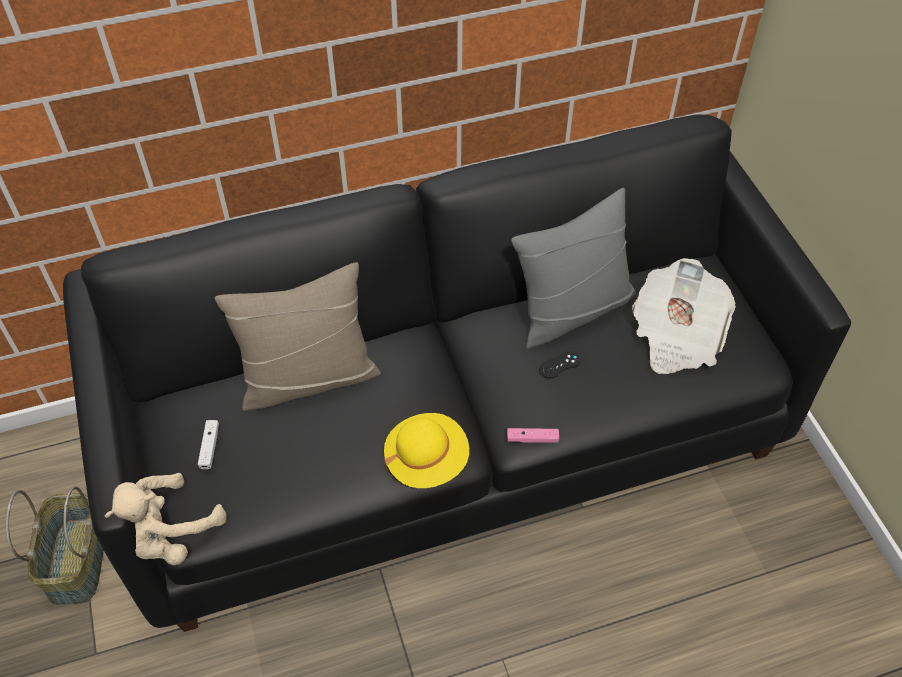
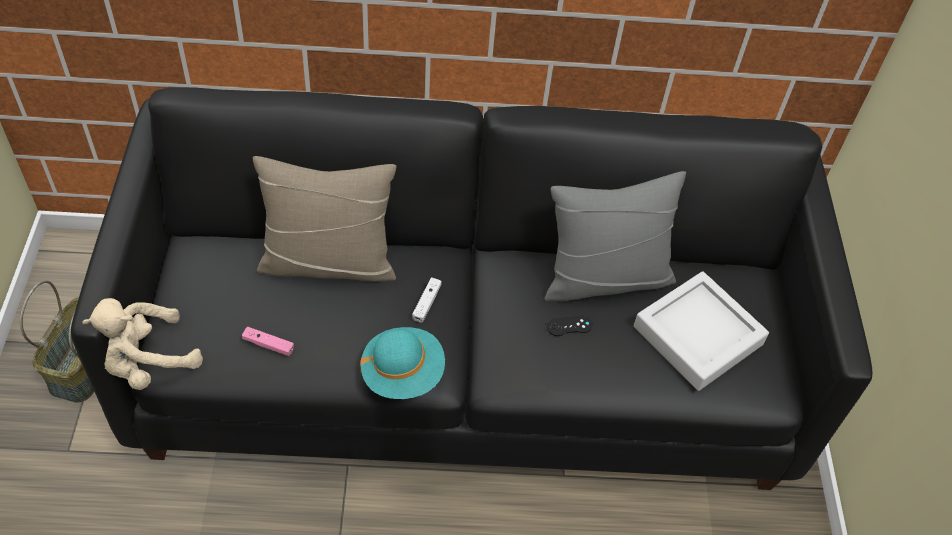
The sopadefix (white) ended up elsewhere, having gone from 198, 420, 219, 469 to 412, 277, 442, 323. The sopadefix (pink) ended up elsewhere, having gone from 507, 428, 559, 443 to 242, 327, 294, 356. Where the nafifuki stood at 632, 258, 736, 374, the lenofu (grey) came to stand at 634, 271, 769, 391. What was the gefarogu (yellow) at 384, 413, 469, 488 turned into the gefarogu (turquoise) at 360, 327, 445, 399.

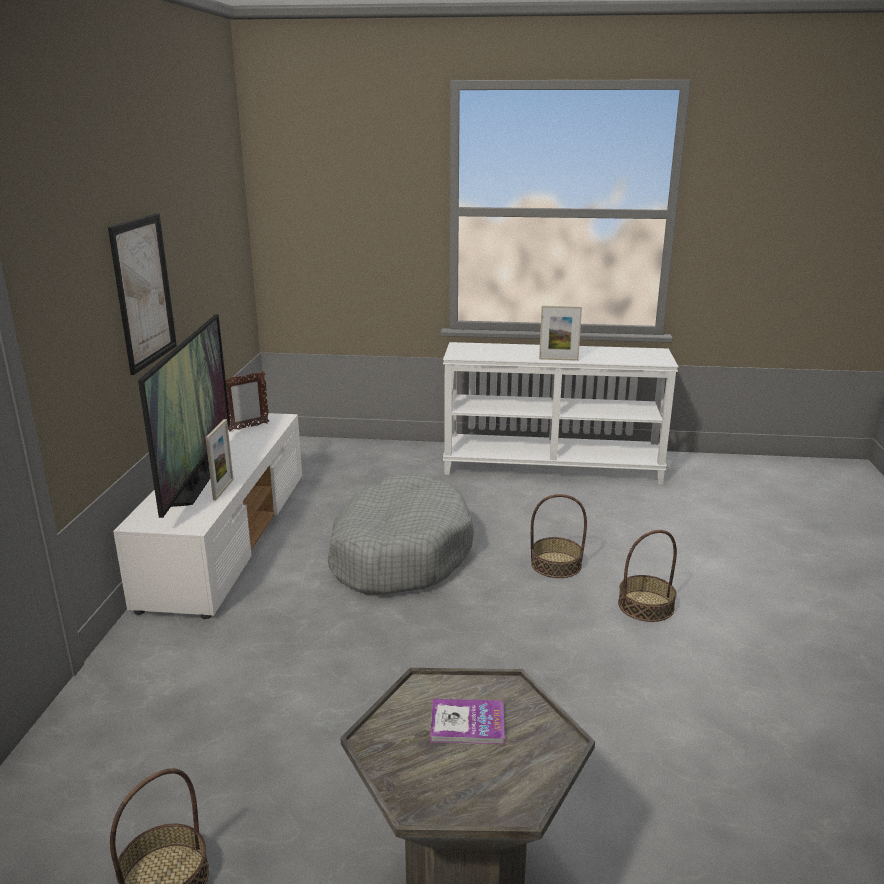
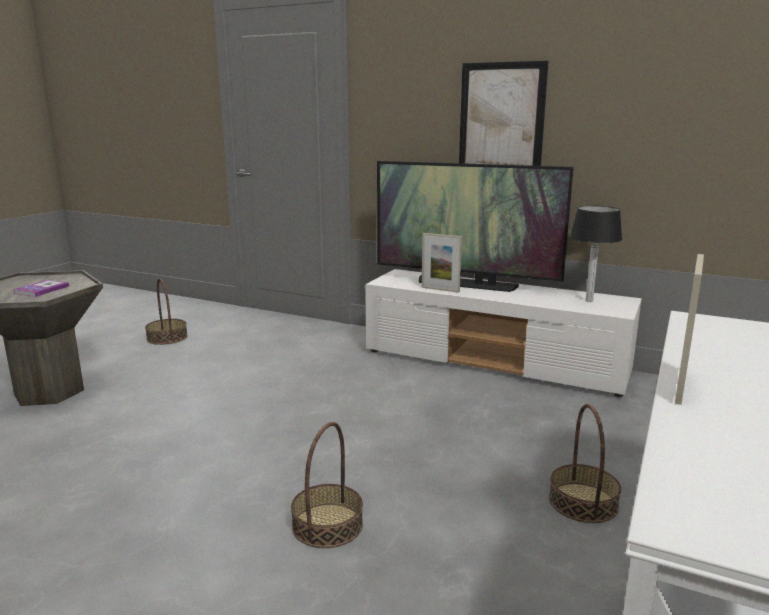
The second view lost the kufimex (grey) at 328, 473, 474, 595. The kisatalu ended up elsewhere, having gone from 618, 530, 677, 622 to 549, 404, 621, 523. Where the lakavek stood at 226, 371, 269, 431, the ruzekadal came to stand at 570, 206, 622, 302.

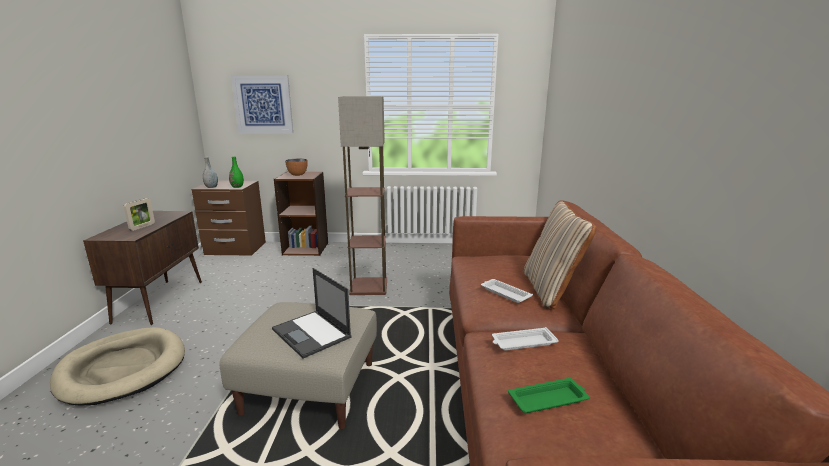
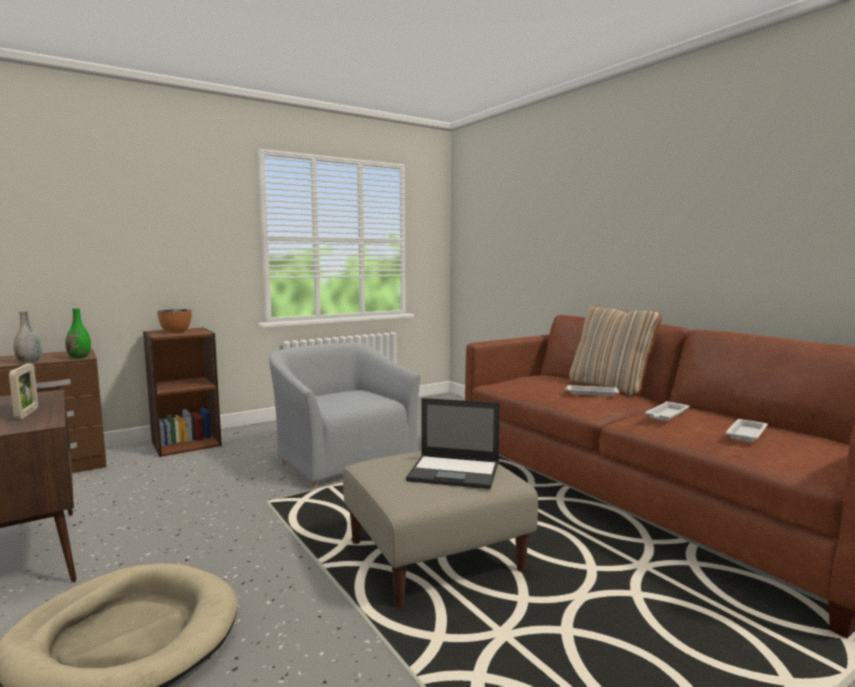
The second view lost the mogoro at 231, 75, 293, 133. Where the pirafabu stood at 338, 96, 387, 295, the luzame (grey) came to stand at 269, 342, 421, 487. What was the lenofu (green) at 508, 378, 590, 413 turned into the lenofu (white) at 725, 419, 768, 442.

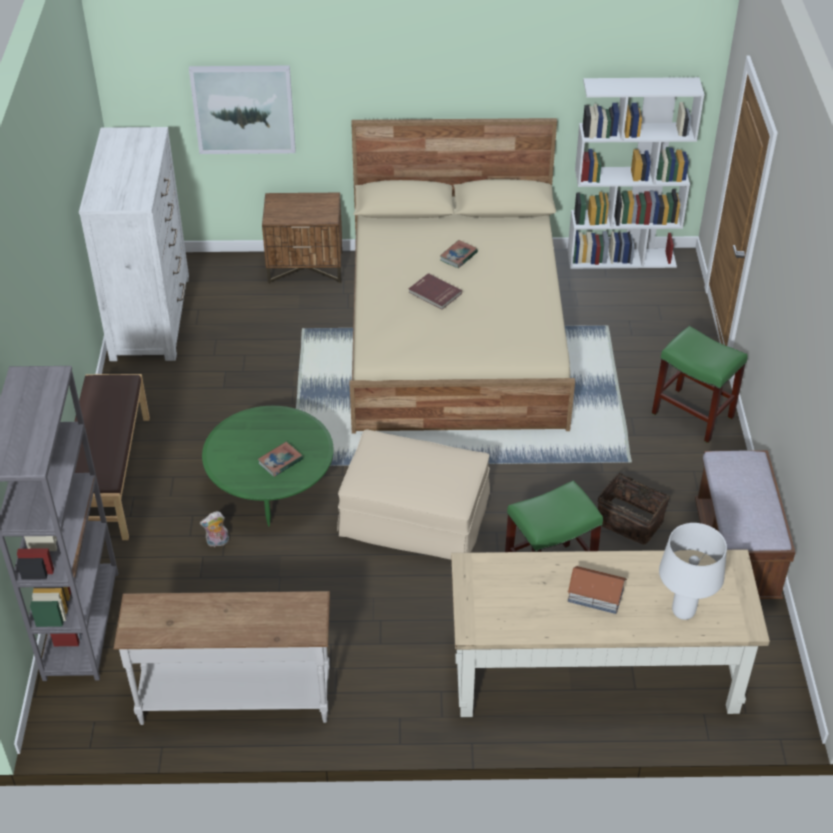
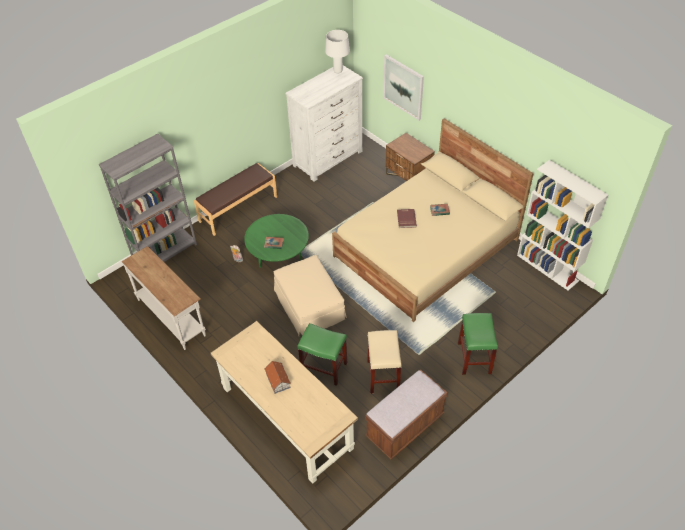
The ruzekadal (white) ended up elsewhere, having gone from 659, 523, 727, 620 to 325, 30, 350, 73. Where the kisatalu stood at 598, 473, 670, 544, the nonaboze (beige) came to stand at 367, 330, 402, 394.

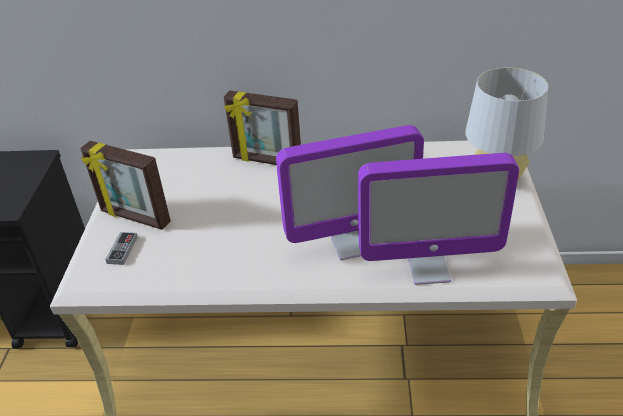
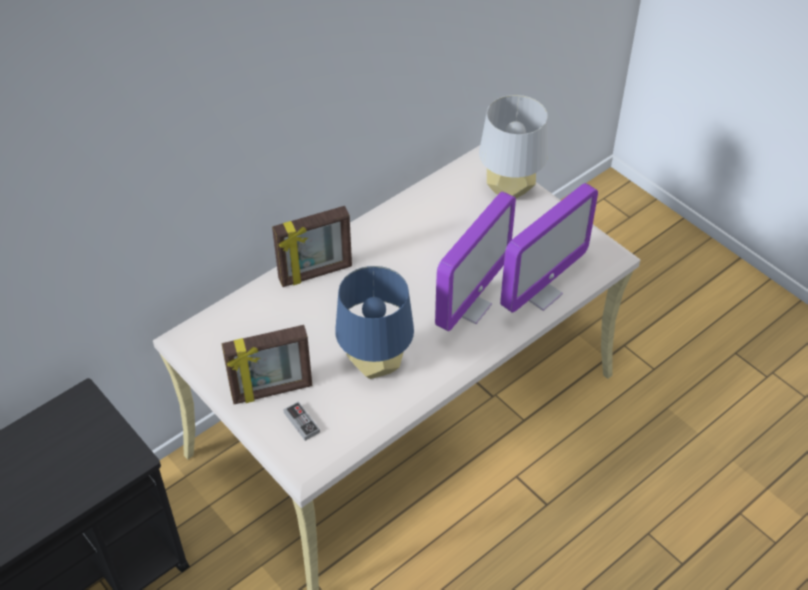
The second view gained the ruzekadal (blue) at 335, 266, 414, 379.

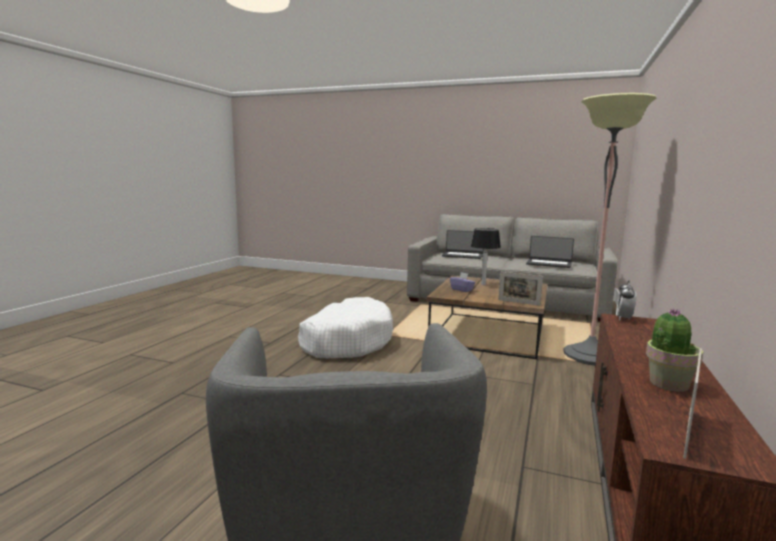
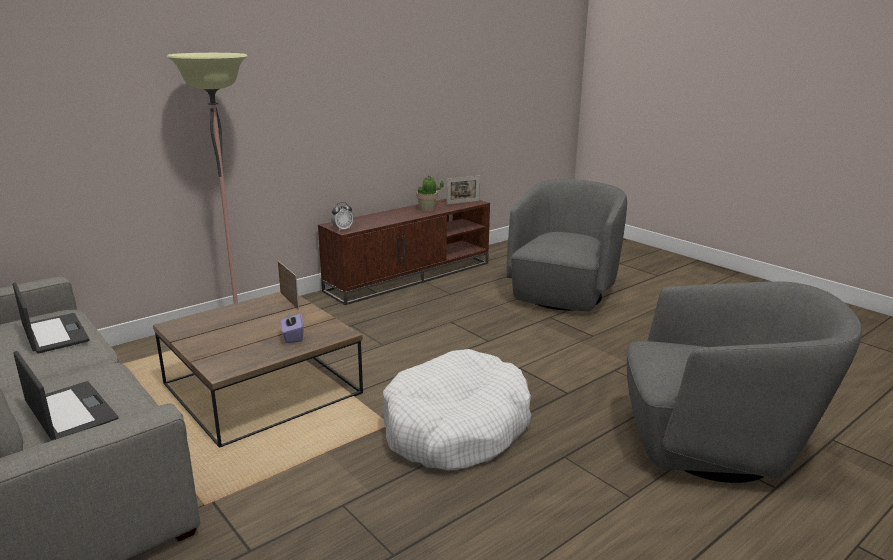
The second view lost the ruzekadal at 471, 228, 501, 285. The second view gained the luzame (grey) at 627, 281, 862, 483.

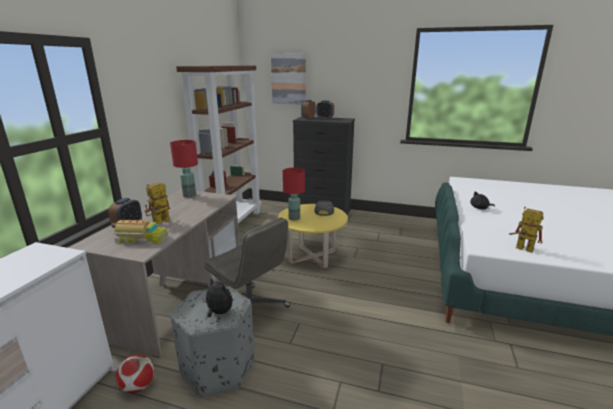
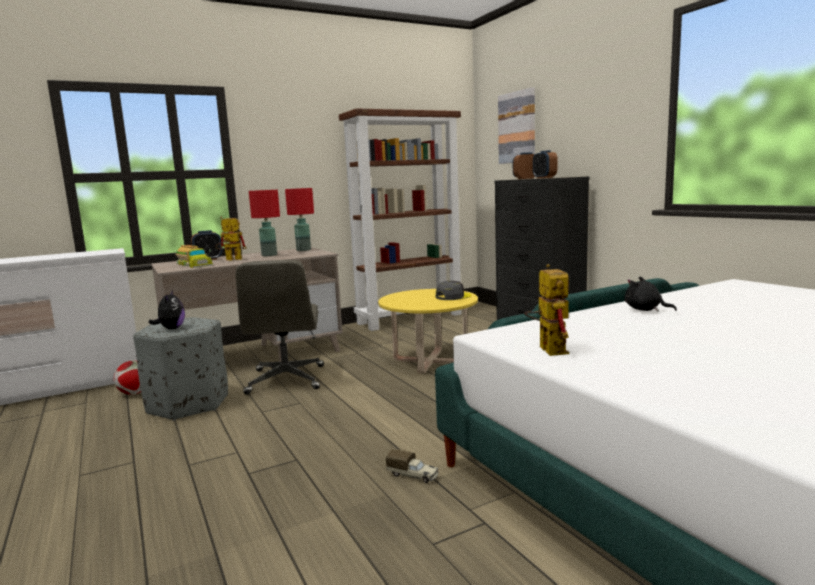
The second view gained the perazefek at 386, 449, 438, 483. The ruzekadal (red) ended up elsewhere, having gone from 283, 168, 305, 221 to 249, 190, 280, 256.

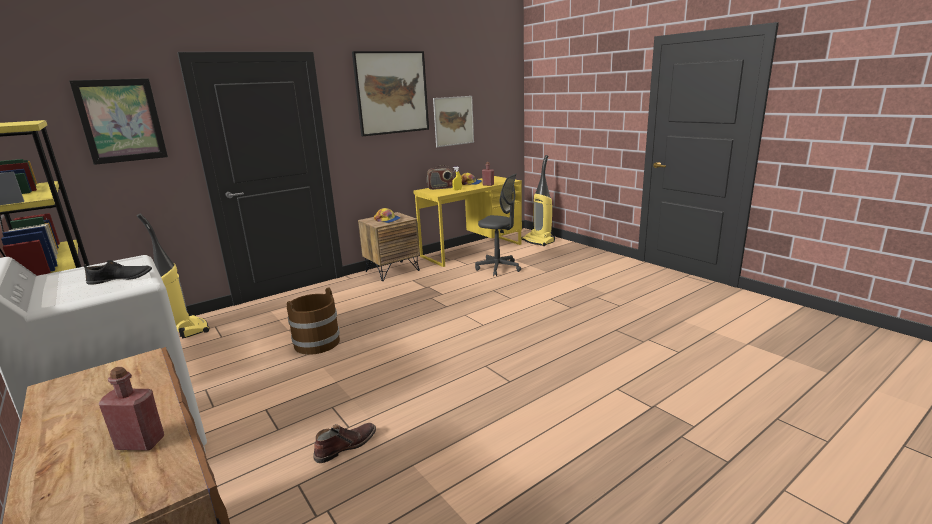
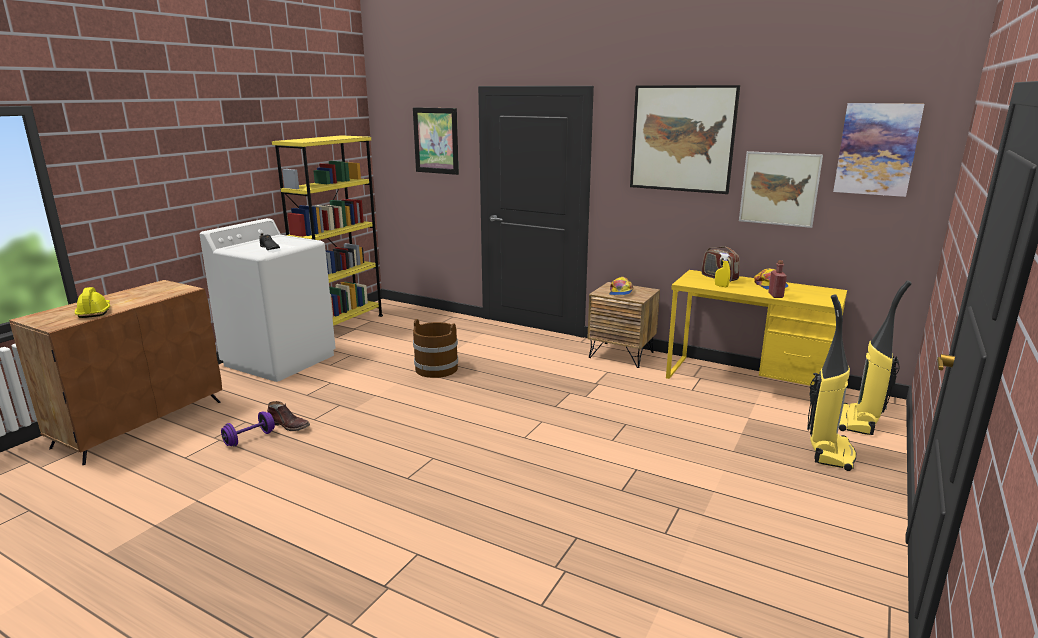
The second view lost the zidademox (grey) at 475, 173, 521, 277. The second view gained the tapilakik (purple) at 221, 411, 275, 446. The second view gained the mogoro at 833, 103, 924, 197. The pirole ended up elsewhere, having gone from 137, 214, 210, 339 to 807, 294, 856, 471. Where the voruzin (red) stood at 99, 367, 164, 450, the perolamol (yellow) came to stand at 75, 287, 110, 318.

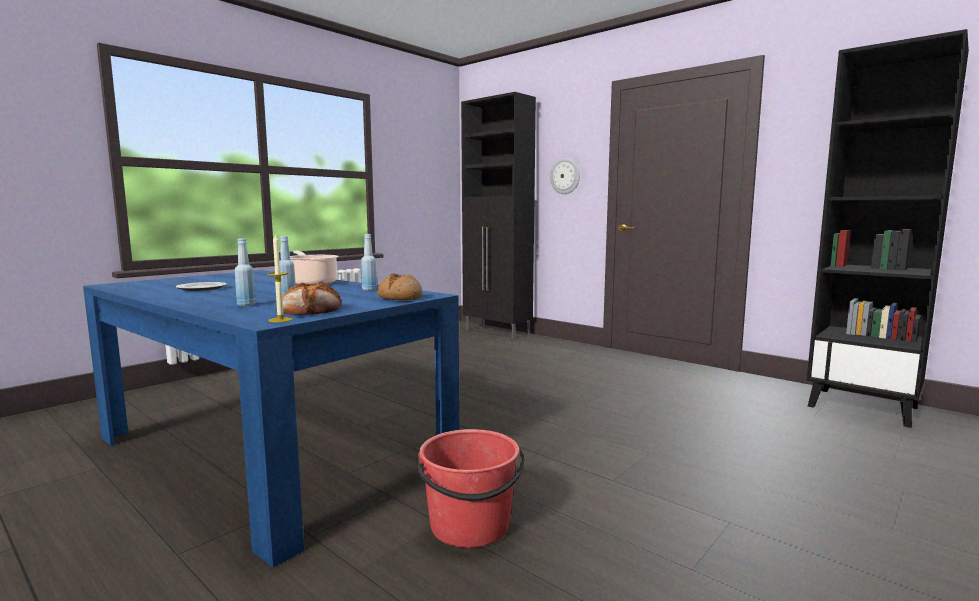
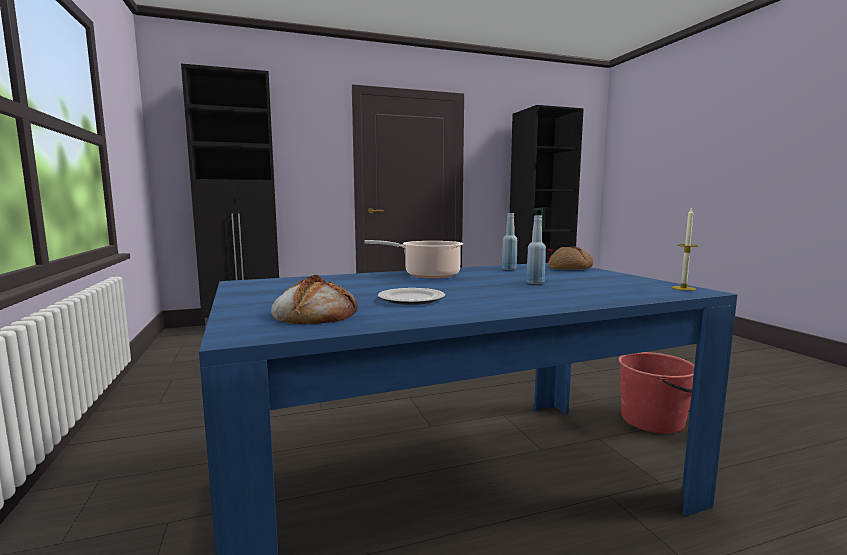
The second view lost the voruzin (blue) at 235, 238, 256, 306. The second view lost the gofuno at 550, 158, 580, 194. The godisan ended up elsewhere, having gone from 282, 281, 341, 315 to 271, 275, 358, 324.

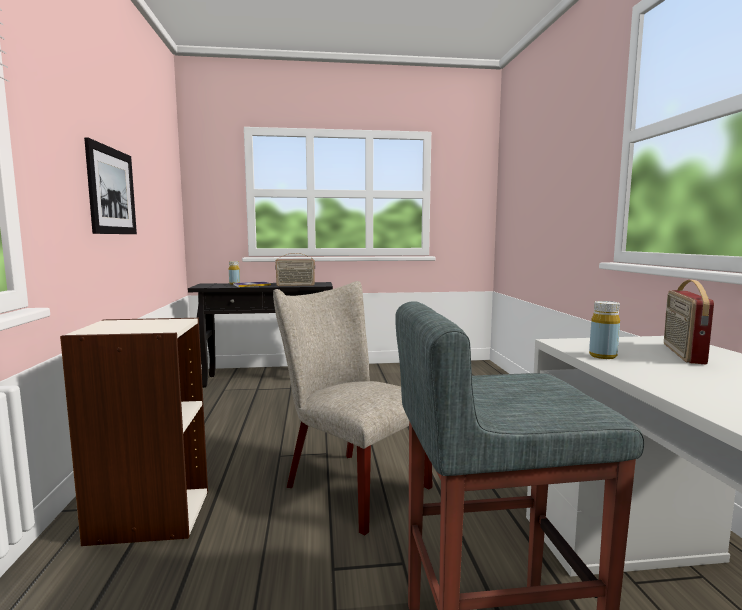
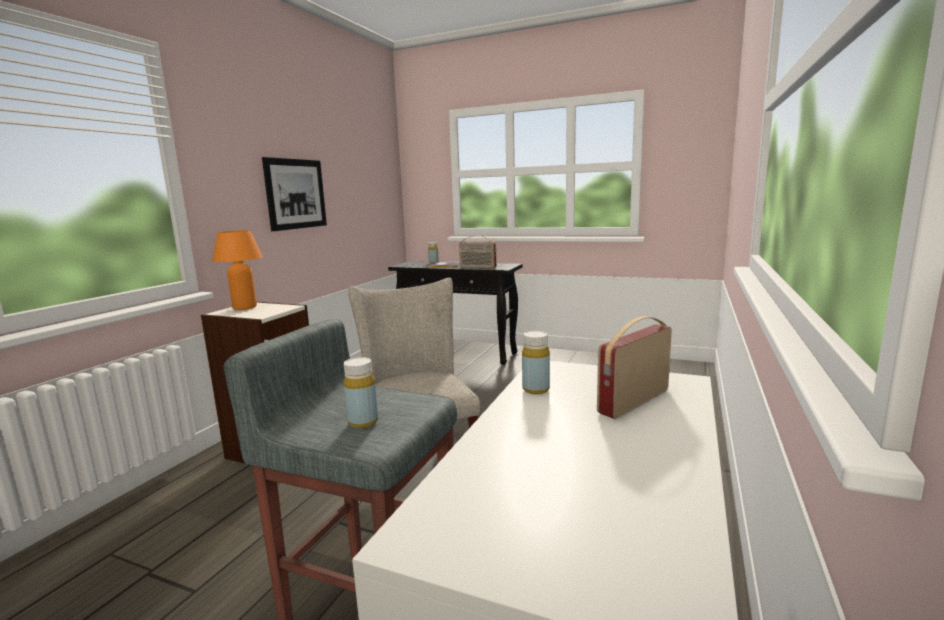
The second view gained the ruzekadal (orange) at 212, 230, 263, 310. The second view gained the voruzin (yellow) at 344, 357, 378, 428.

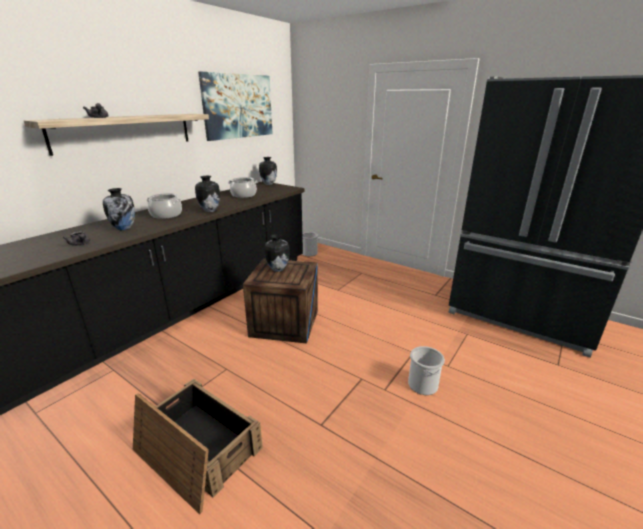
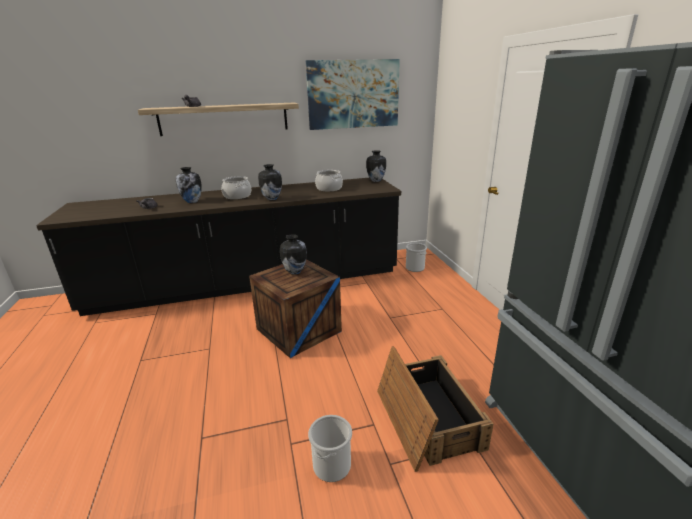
The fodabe ended up elsewhere, having gone from 133, 378, 263, 514 to 377, 347, 493, 472.

